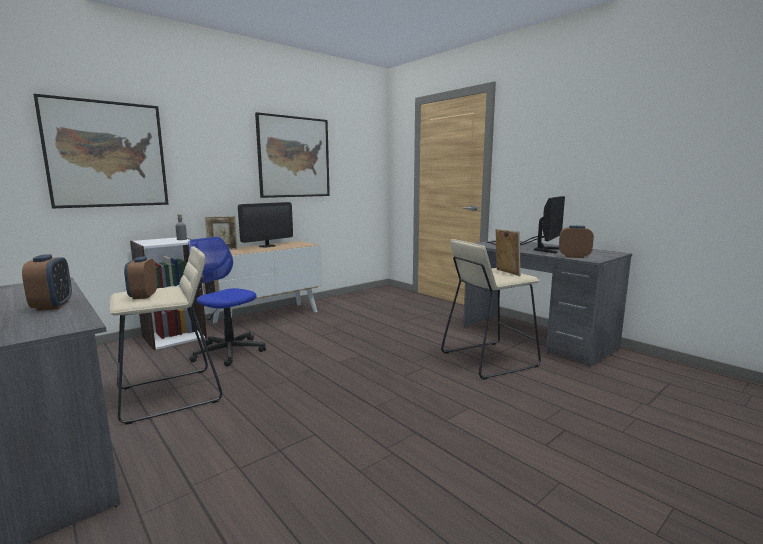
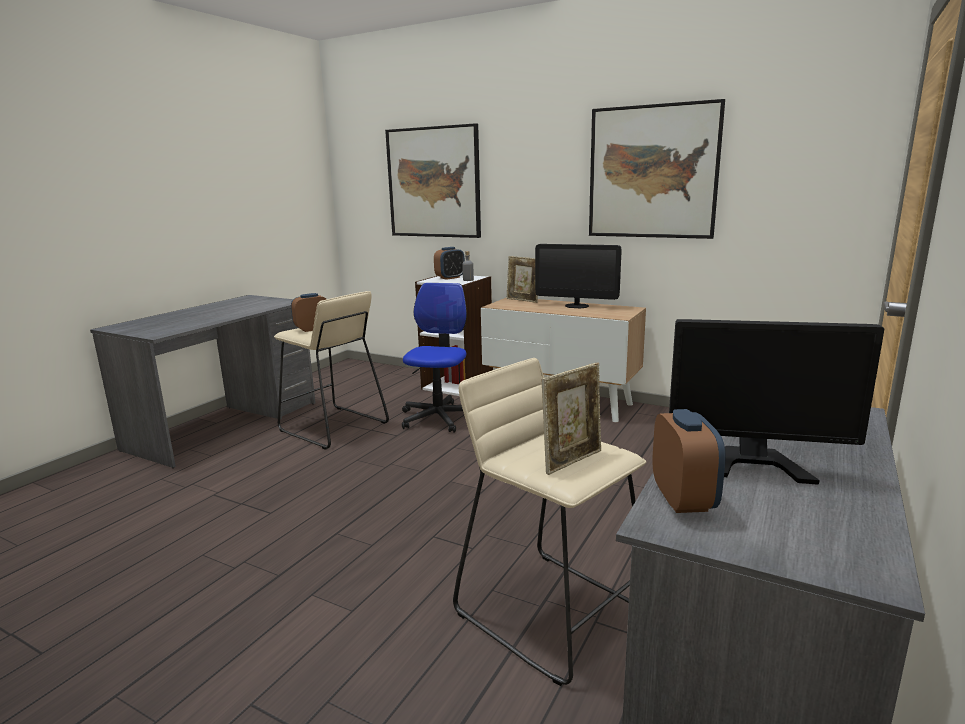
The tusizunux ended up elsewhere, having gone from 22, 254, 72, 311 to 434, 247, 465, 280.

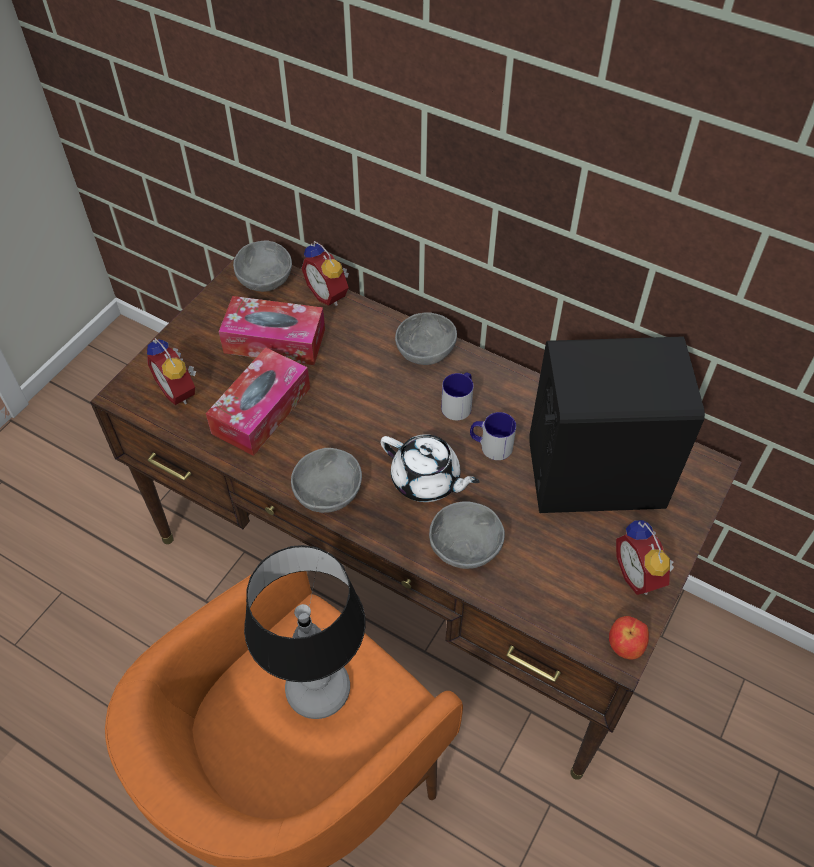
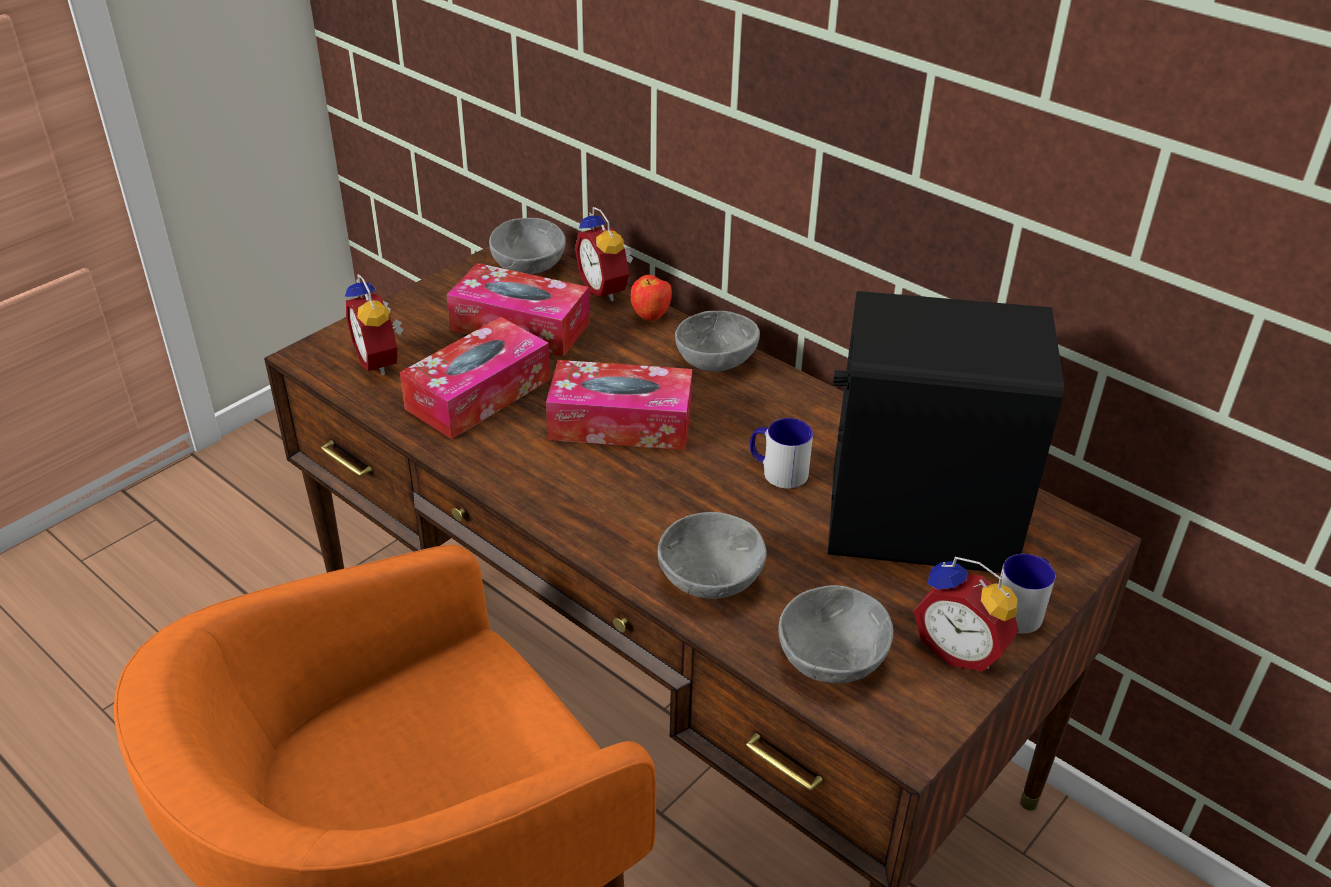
The second view lost the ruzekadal at 244, 545, 366, 719. The second view lost the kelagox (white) at 380, 434, 480, 502. The second view gained the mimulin at 546, 360, 693, 450. The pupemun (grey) ended up elsewhere, having gone from 291, 448, 362, 513 to 778, 585, 893, 684. The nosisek ended up elsewhere, having gone from 441, 373, 474, 420 to 998, 554, 1055, 634. The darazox ended up elsewhere, having gone from 609, 616, 649, 659 to 630, 275, 672, 321. The tusizunux at 616, 520, 674, 595 ended up facing another way, 45 degrees counterclockwise from before.

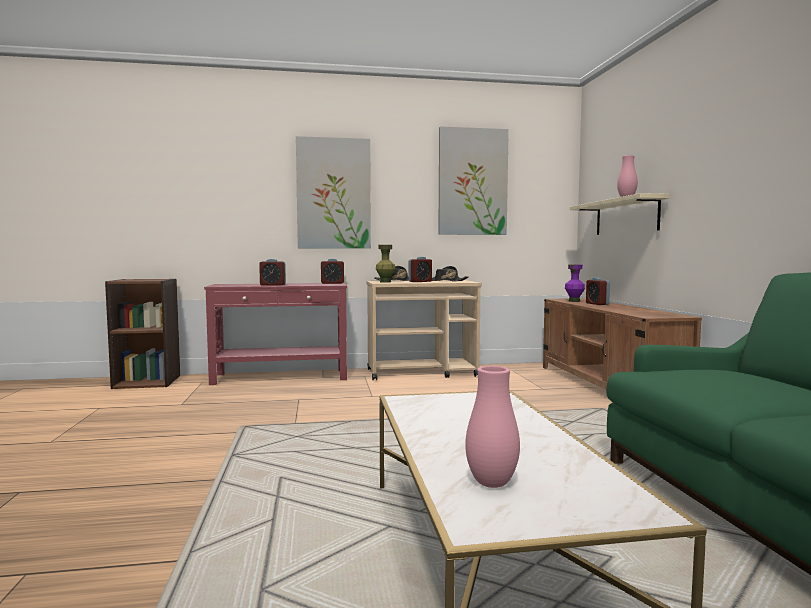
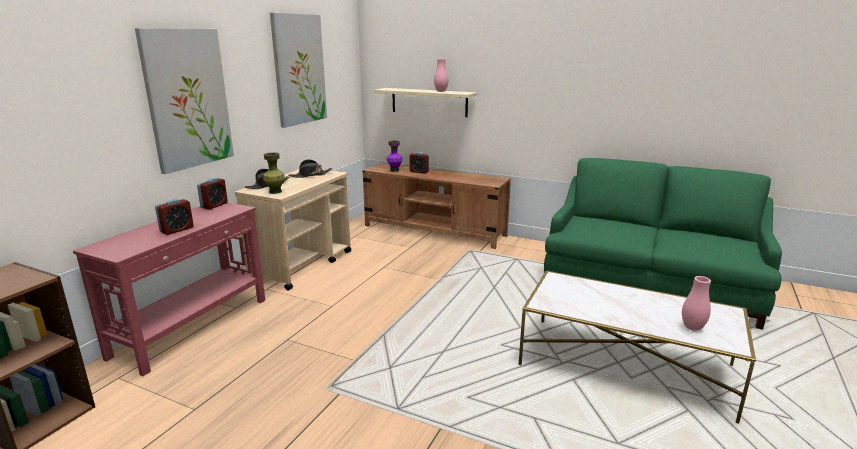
The second view lost the tusizunux at 409, 257, 432, 282.

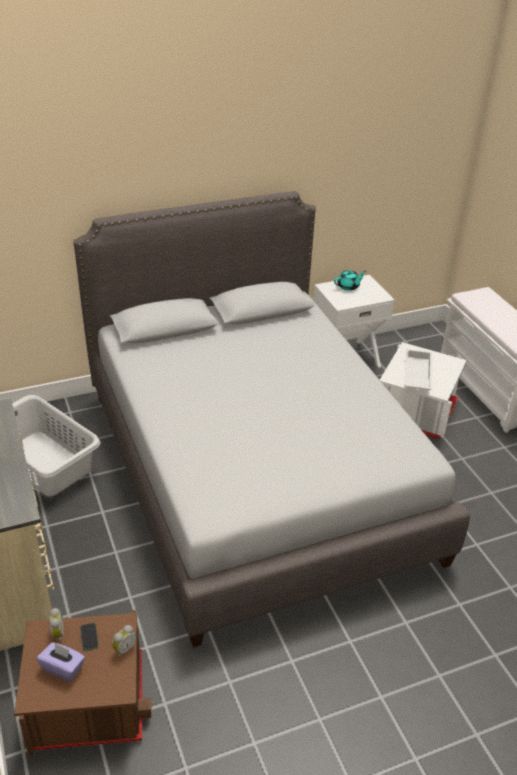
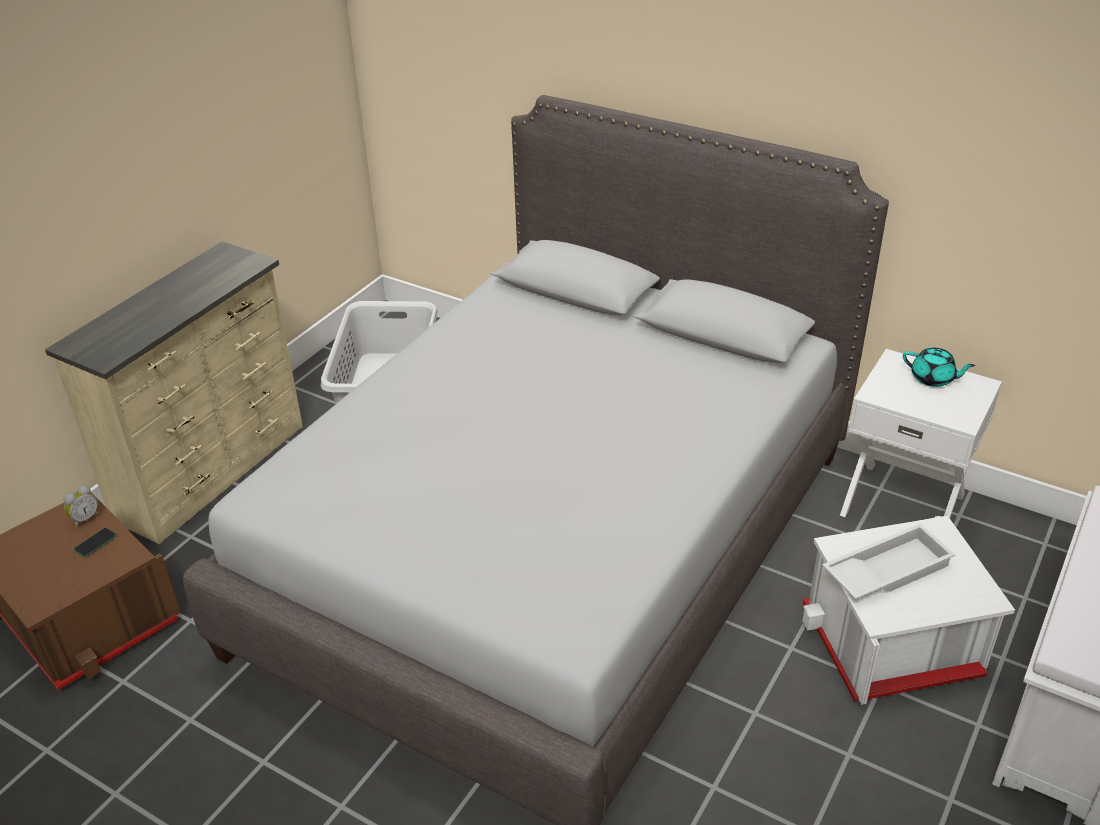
The second view lost the mimulin (purple) at 37, 642, 85, 682. The second view lost the tusizunux at 112, 625, 136, 658.

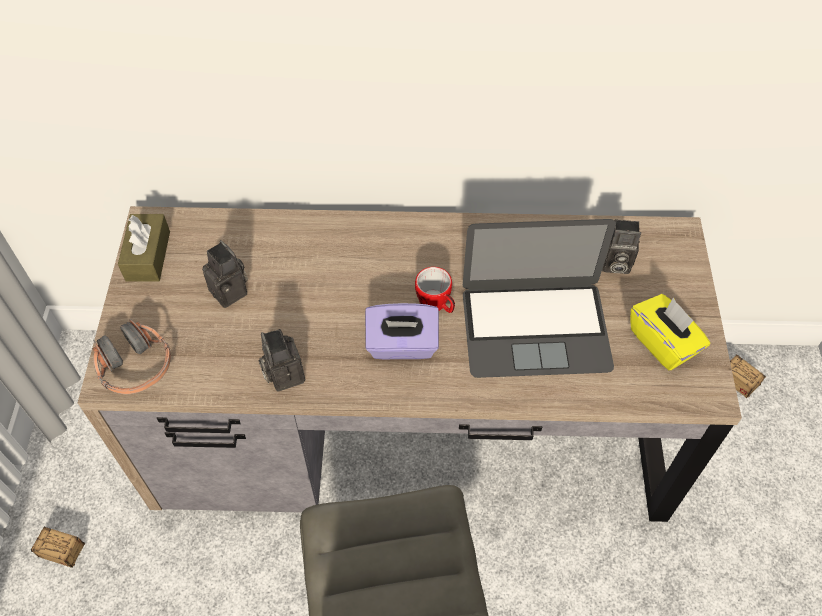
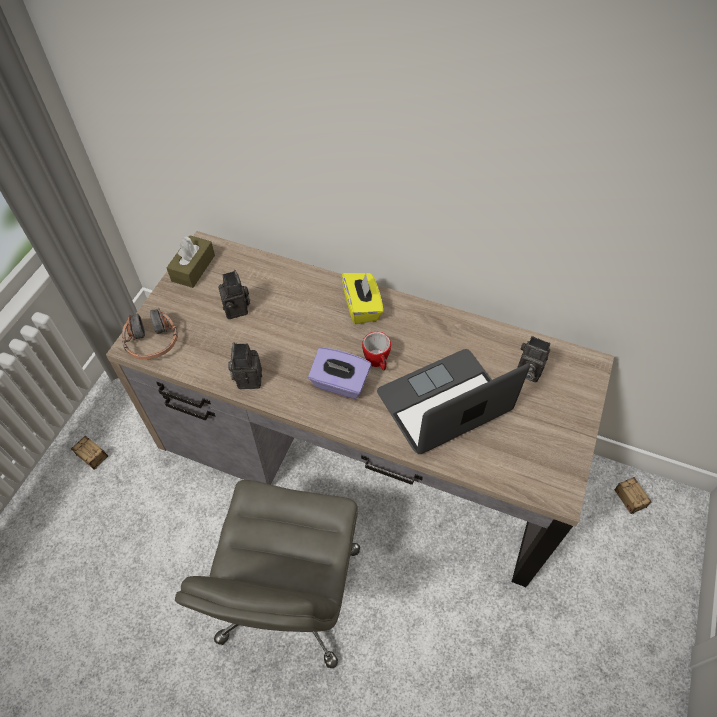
The mimulin (yellow) ended up elsewhere, having gone from 630, 294, 710, 370 to 342, 273, 383, 324. The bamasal at 463, 219, 616, 378 ended up facing another way, 135 degrees clockwise from before.

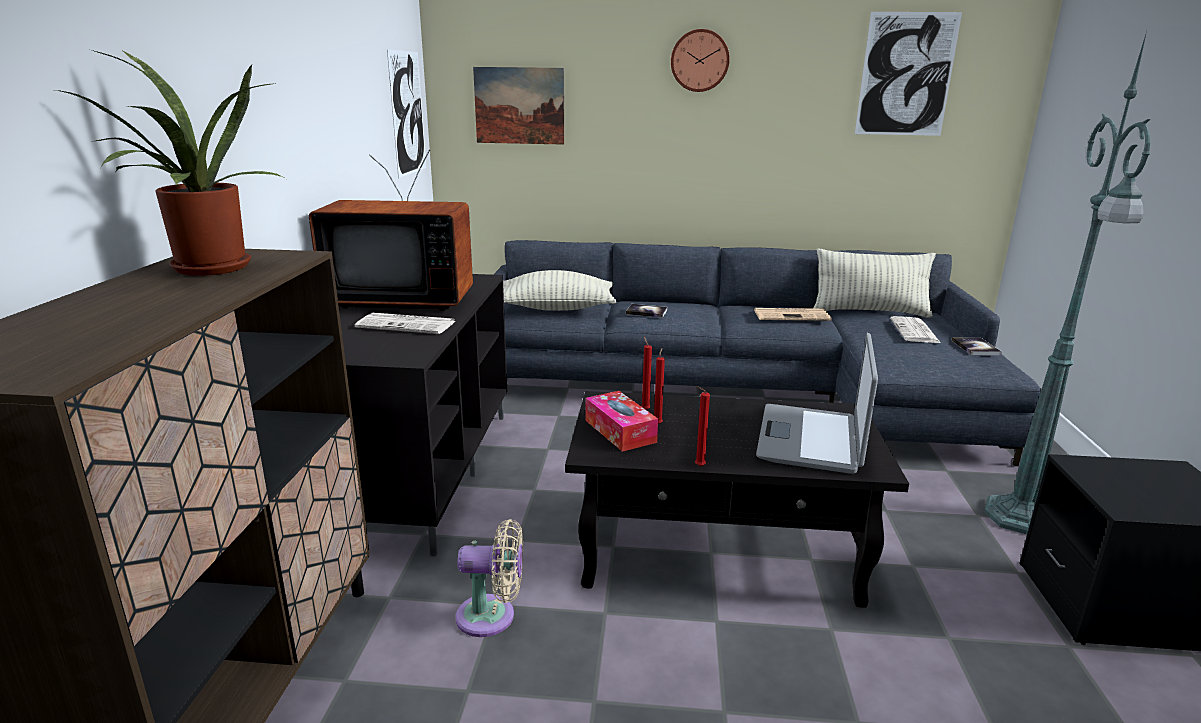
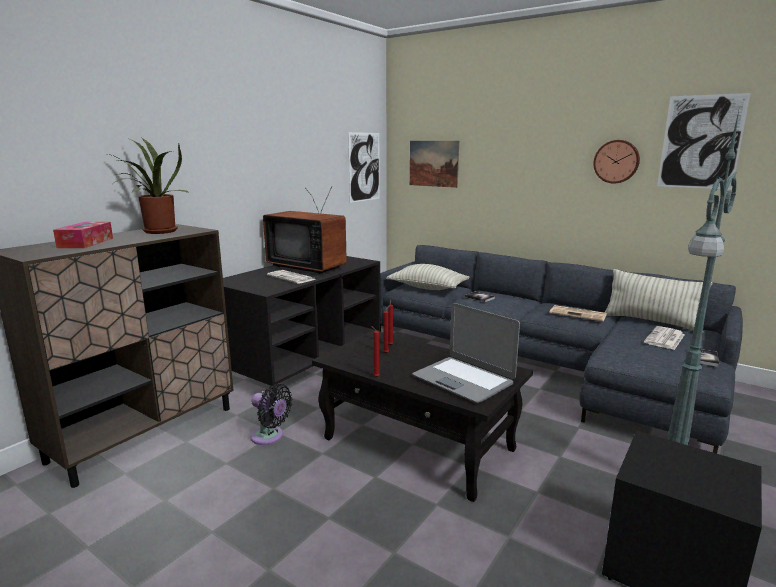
The mimulin ended up elsewhere, having gone from 585, 391, 658, 452 to 53, 222, 113, 248. The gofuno ended up elsewhere, having gone from 671, 29, 730, 92 to 593, 140, 640, 183. What was the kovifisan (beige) at 455, 519, 523, 637 turned into the kovifisan (black) at 251, 384, 293, 445. The bamasal at 756, 333, 878, 474 ended up facing another way, 90 degrees counterclockwise from before.

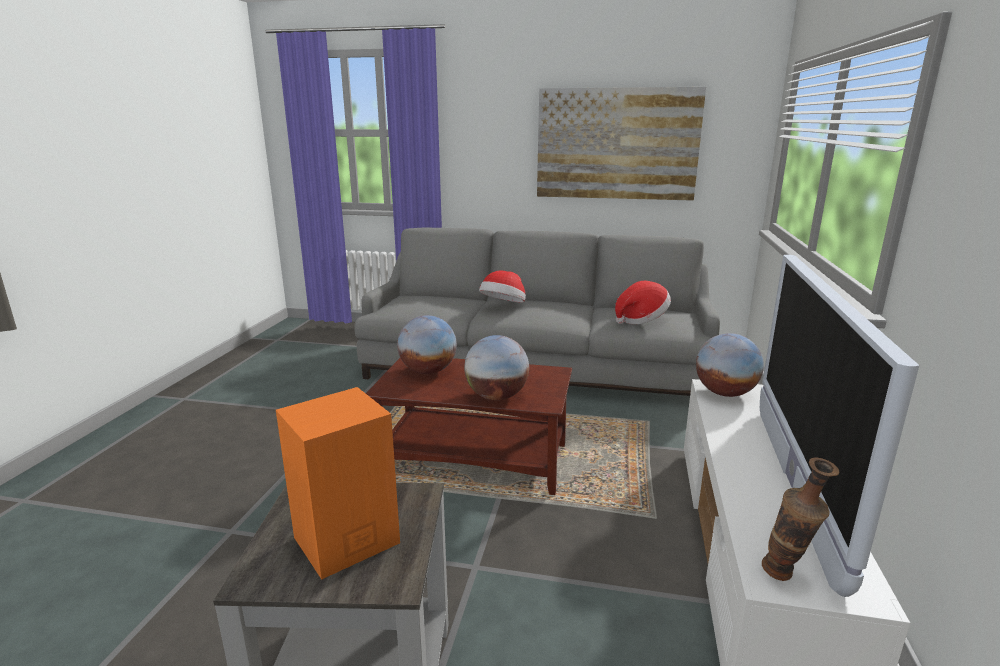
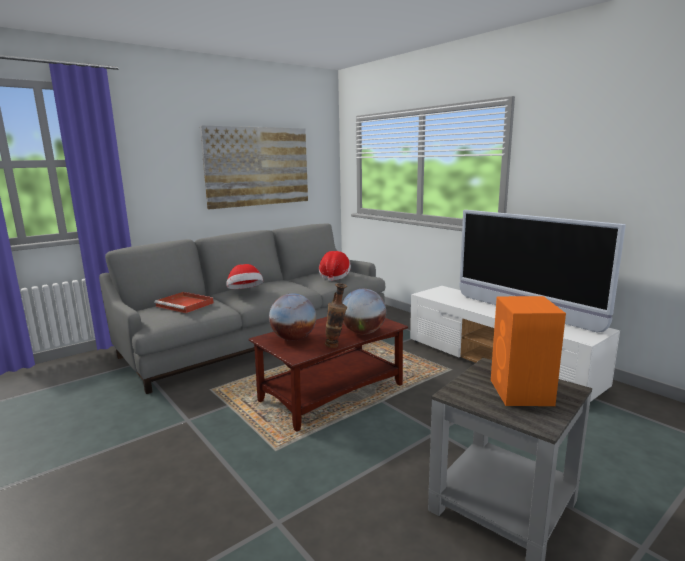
The second view lost the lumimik at 696, 333, 764, 397. The second view gained the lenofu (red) at 154, 292, 214, 313. The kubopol ended up elsewhere, having gone from 762, 457, 839, 581 to 325, 283, 347, 348.

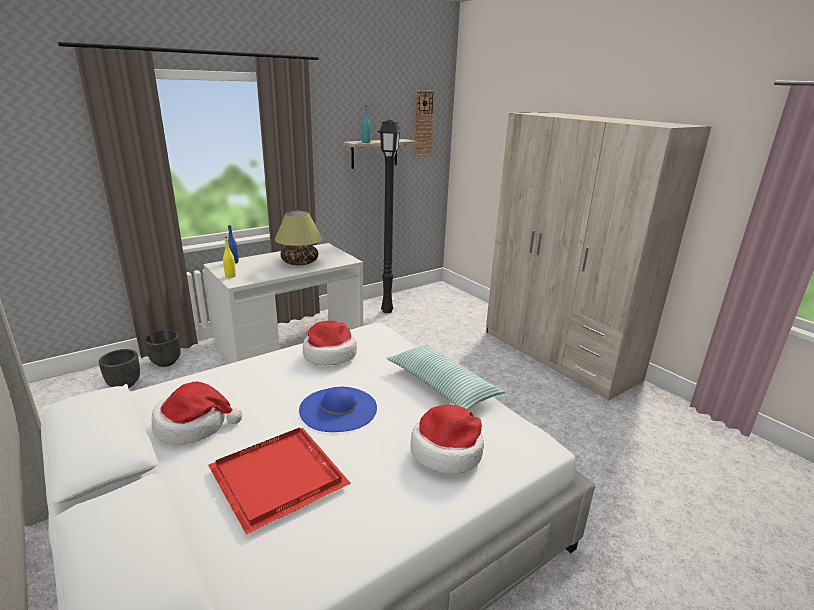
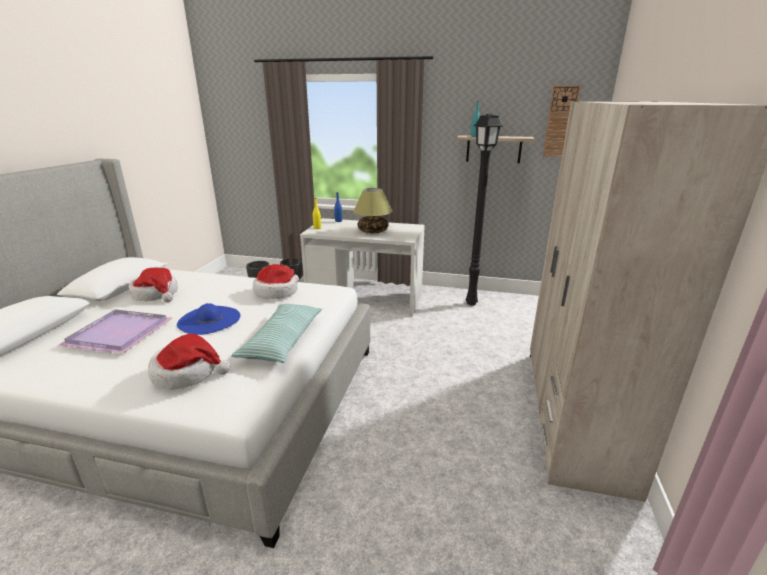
What was the lenofu (red) at 208, 427, 351, 535 turned into the lenofu (purple) at 59, 310, 172, 354.

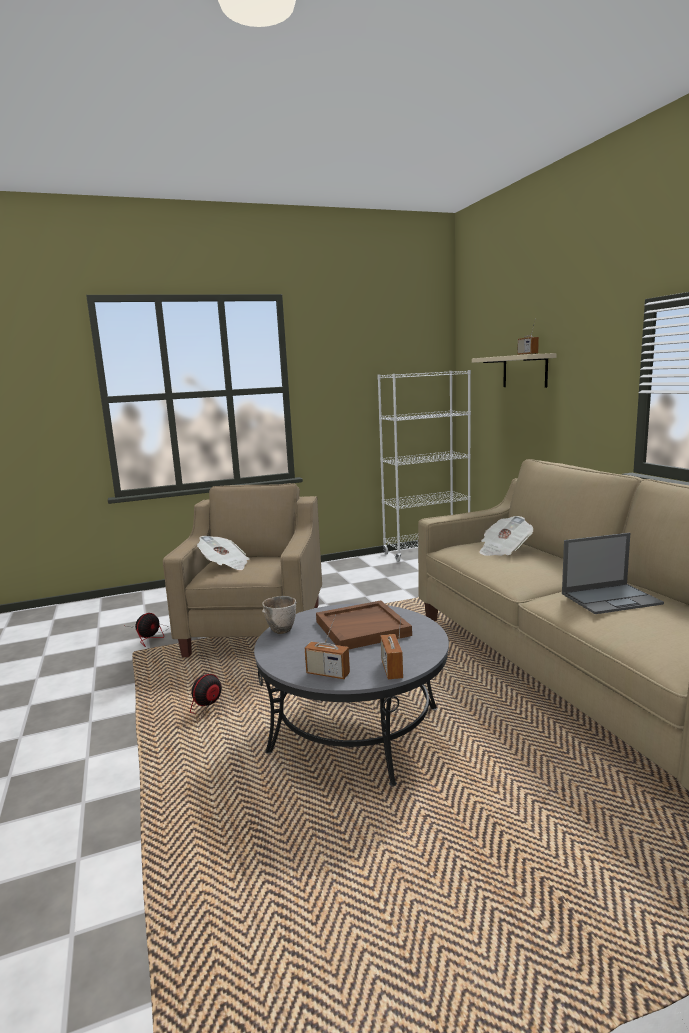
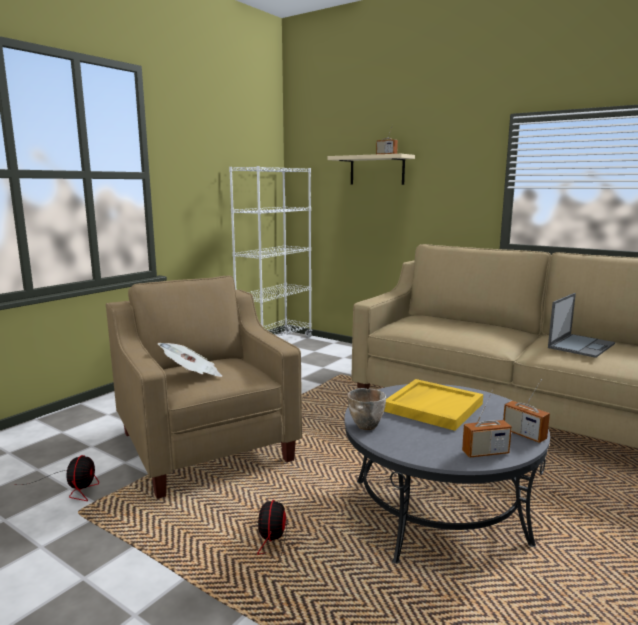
The second view lost the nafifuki at 479, 516, 533, 556. What was the lenofu (brown) at 316, 600, 412, 649 turned into the lenofu (yellow) at 384, 379, 483, 431.

